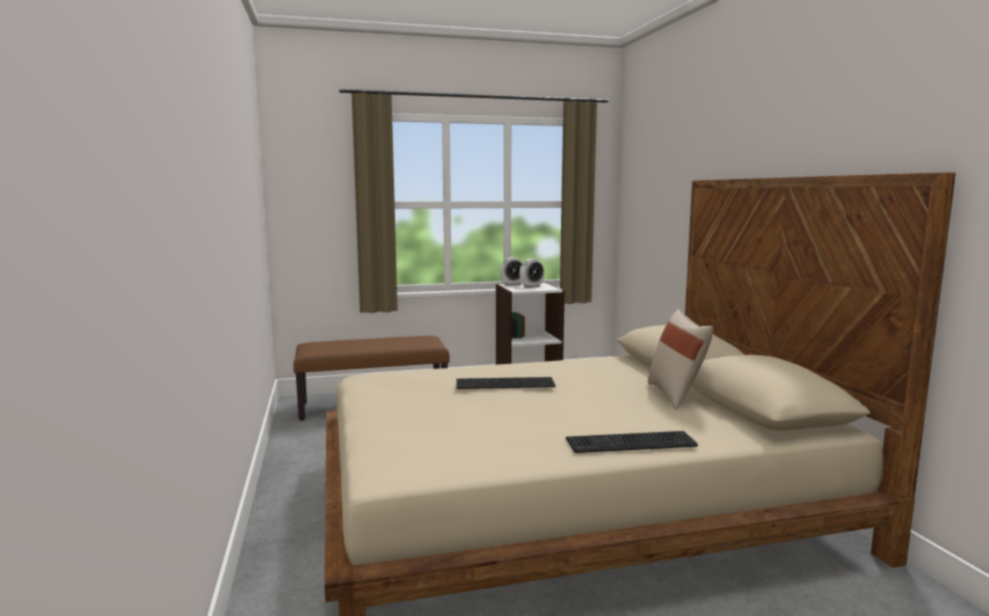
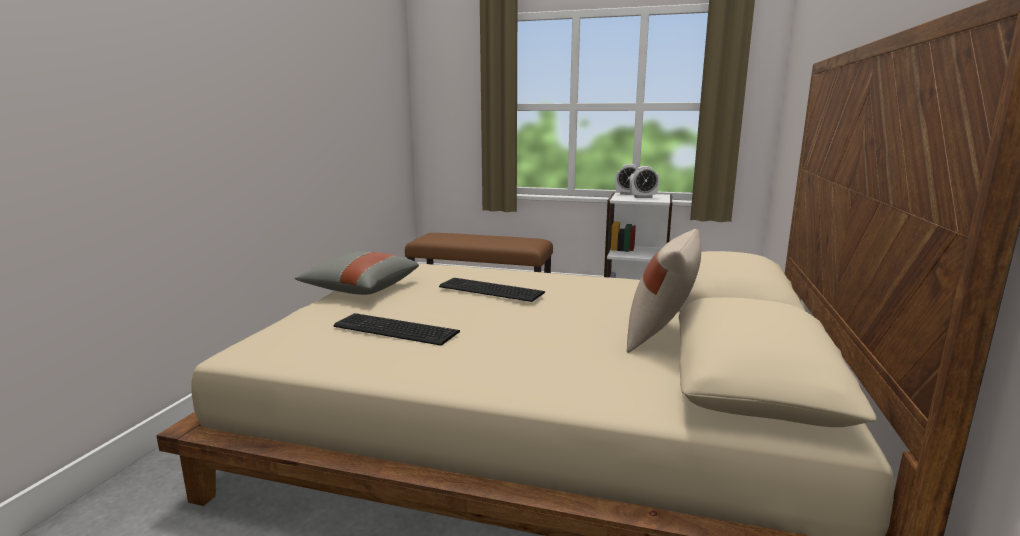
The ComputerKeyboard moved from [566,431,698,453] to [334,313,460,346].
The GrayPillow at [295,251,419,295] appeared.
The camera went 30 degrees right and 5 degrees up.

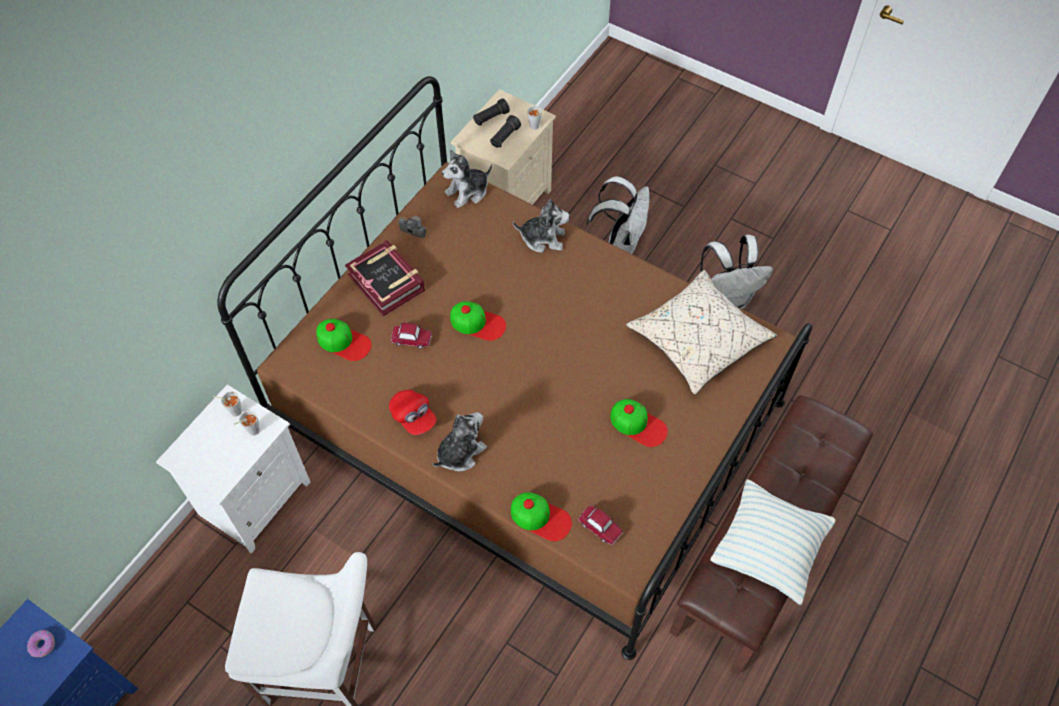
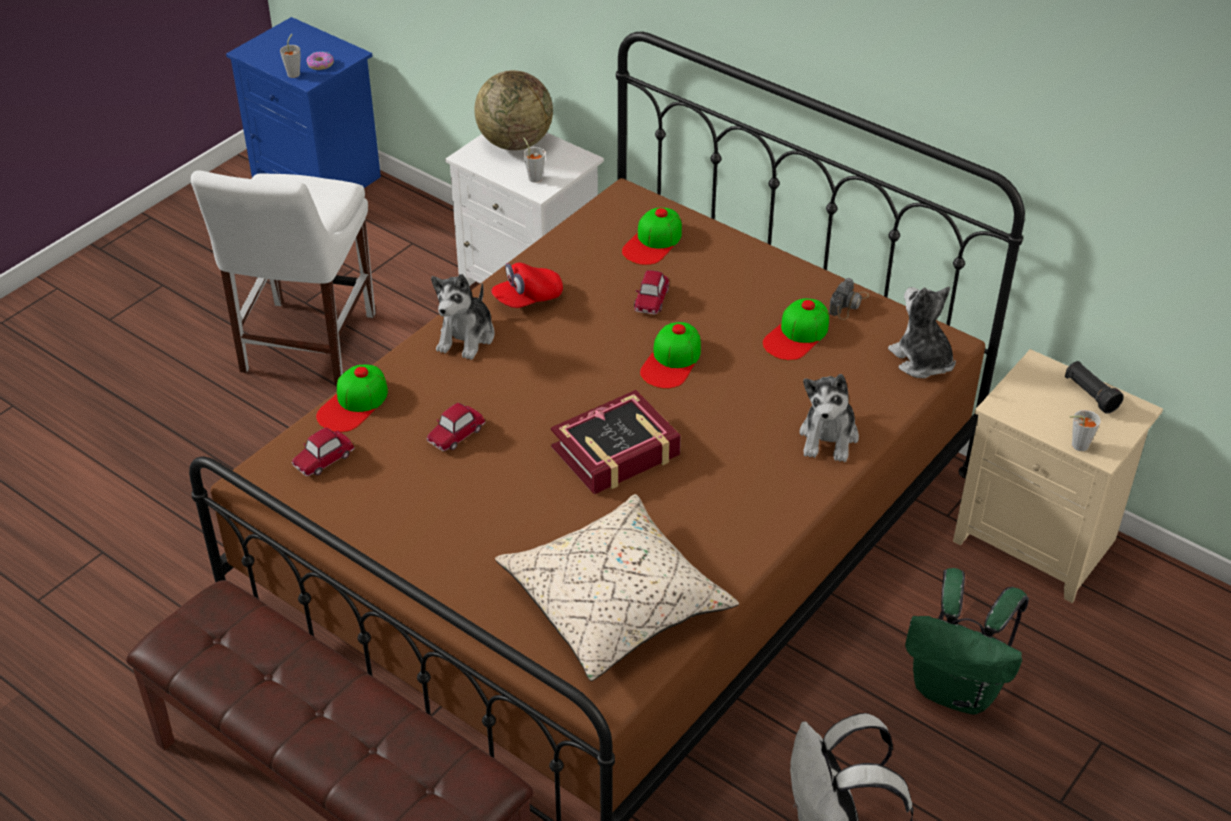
The BlackHandTorch at [490,115,521,148] disappeared.
The WhiteRucksack at [587,176,649,254] became the GreenRucksack at [905,568,1029,715].
The Book moved from [345,240,425,316] to [551,390,681,494].
The GrayCup moved from [213,391,242,417] to [280,34,300,78].
The PeakedCap moved from [610,399,668,447] to [763,299,829,360].
The PlushToy at [433,412,487,472] turned 60 degrees clockwise.
The Pillow at [710,479,836,605] disappeared.
The WorldGlobe at [474,70,553,150] appeared.
The ToyCar at [427,403,486,451] appeared.
The camera went 95 degrees right and 15 degrees down.

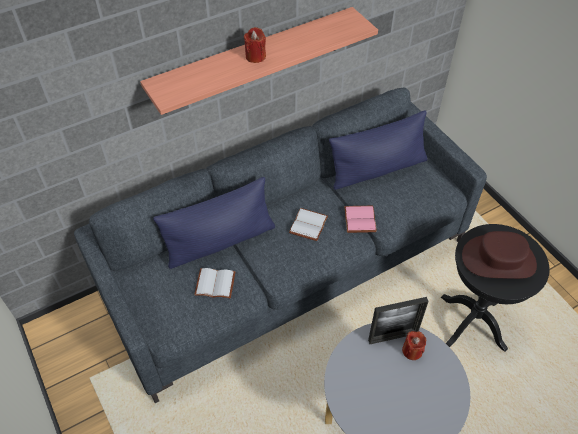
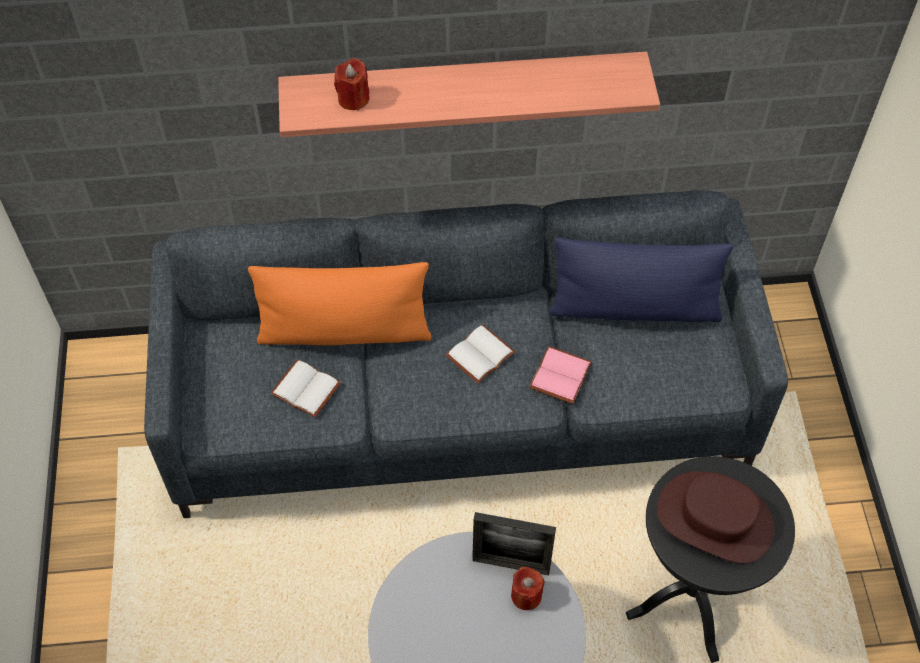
The RedColouredWaxLight moved from [244,27,266,63] to [334,58,369,111].
The BluishPillow at [153,177,275,269] became the OrangeyPillow at [248,262,432,345].
The camera went 25 degrees right and 5 degrees up.

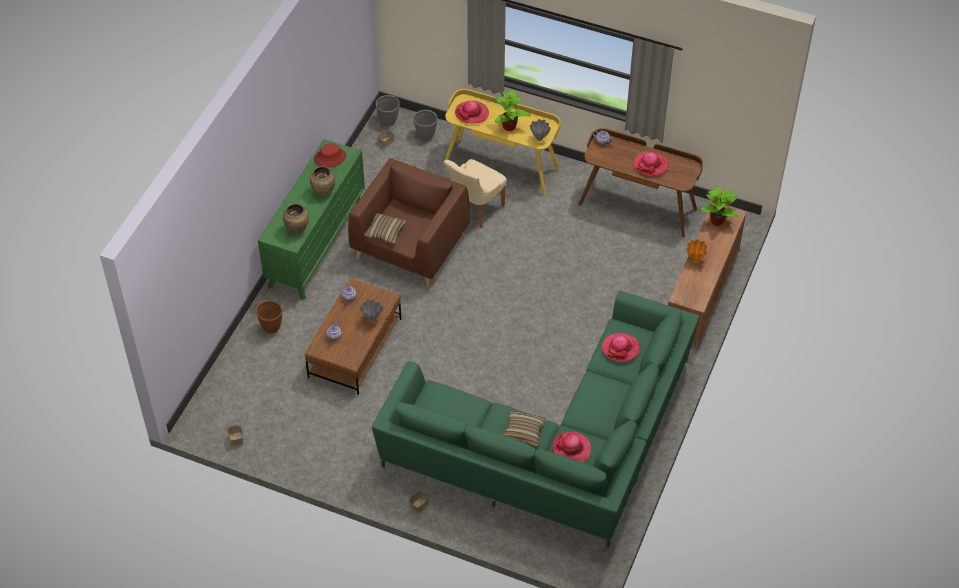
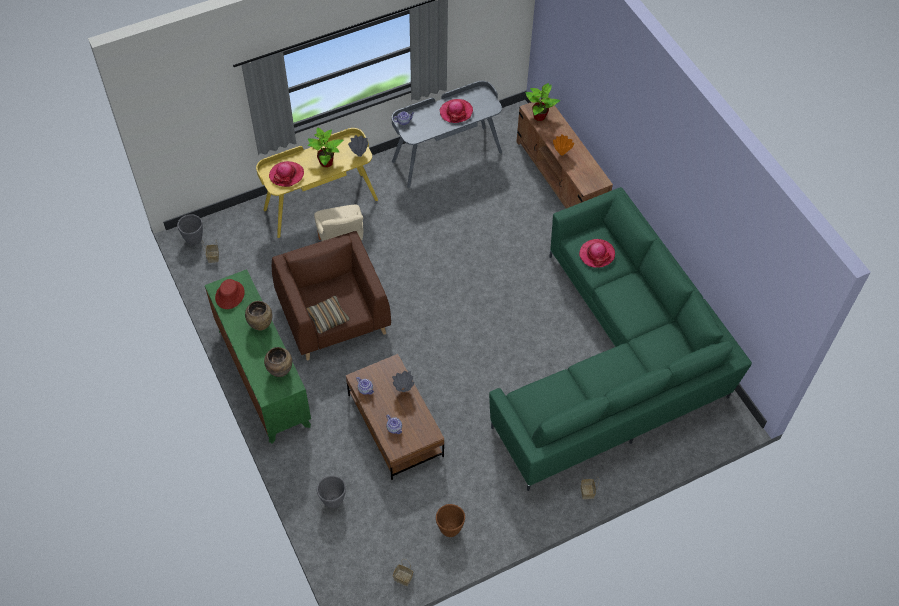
The GrayPlantPot moved from [413,110,438,141] to [317,475,346,508].
The BrownColouredDesk at [578,128,703,238] became the GrayDesk at [392,81,502,188].
The BrownColouredPlantPot moved from [256,300,282,333] to [436,504,465,537].
The Pillow at [503,410,546,447] disappeared.
The WearableHat at [552,431,591,462] disappeared.
The camera went 50 degrees left and 5 degrees up.

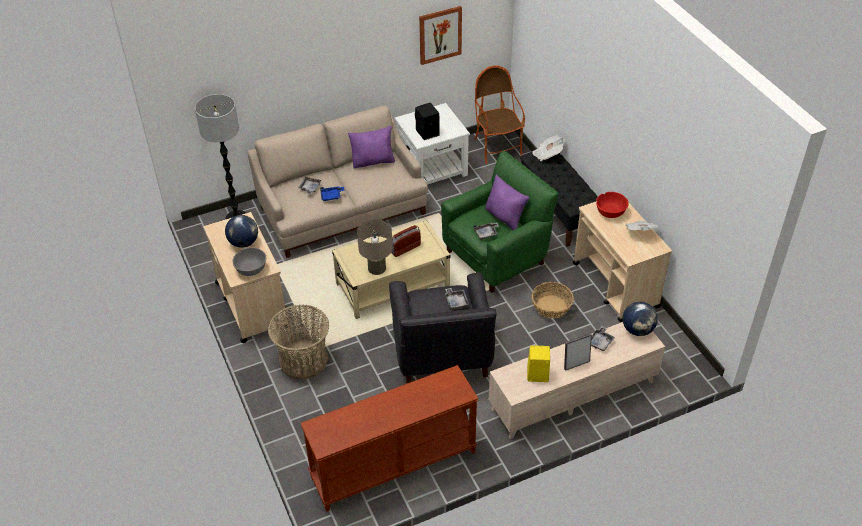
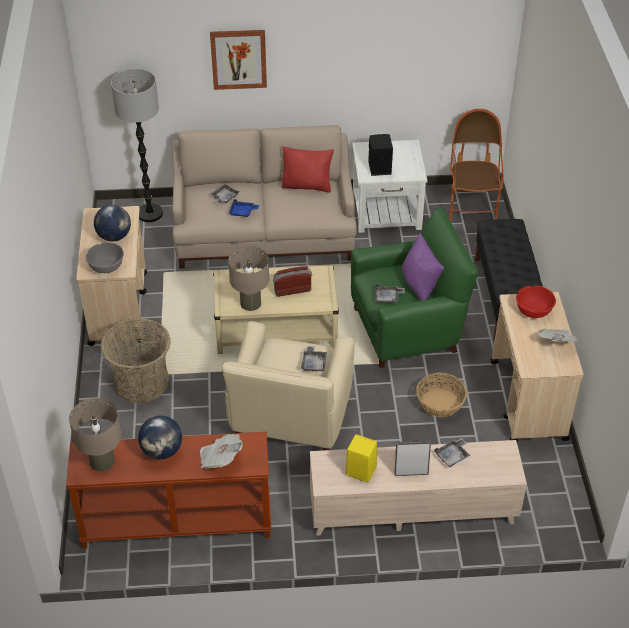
The WallPicture moved from [419,6,462,65] to [210,30,267,90].
The PurplishPillow at [348,125,395,169] became the RedColouredPillow at [282,146,334,193].
The PrintedPaper moved from [532,135,565,161] to [200,434,243,469].
The BlackEasyChair at [389,272,496,383] became the BeigeColouredEasyChair at [222,321,355,450].
The WorldGlobe moved from [623,302,658,336] to [138,416,182,459].
The BeigeColouredLampForATable at [69,398,121,472] appeared.
The camera went 20 degrees right and 0 degrees up.

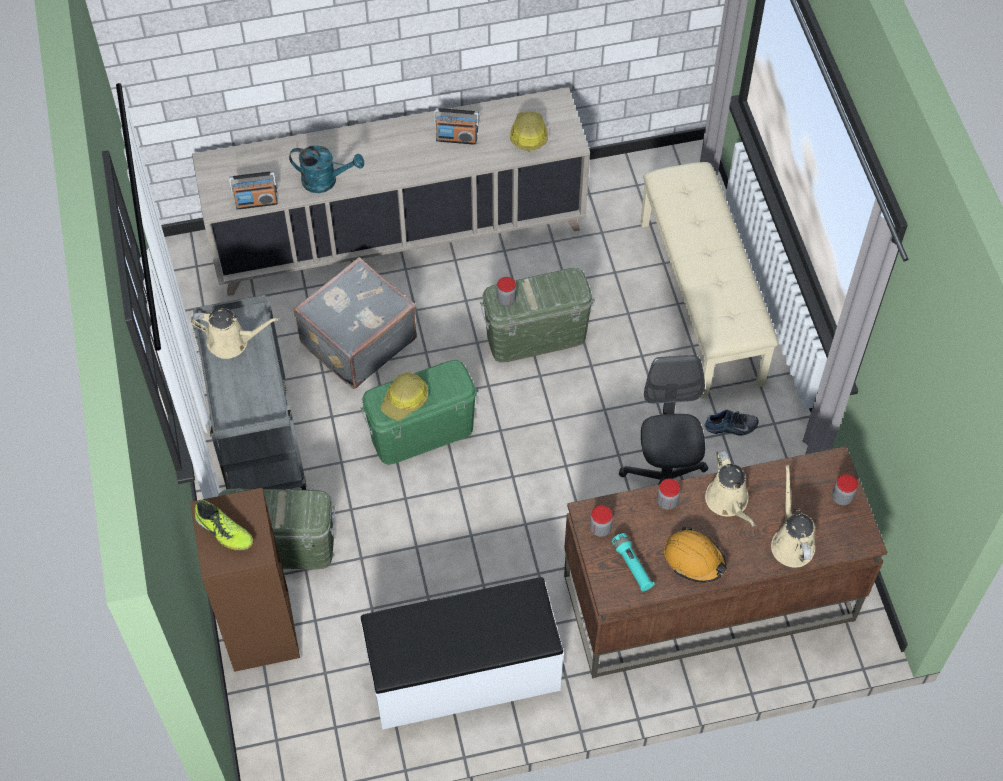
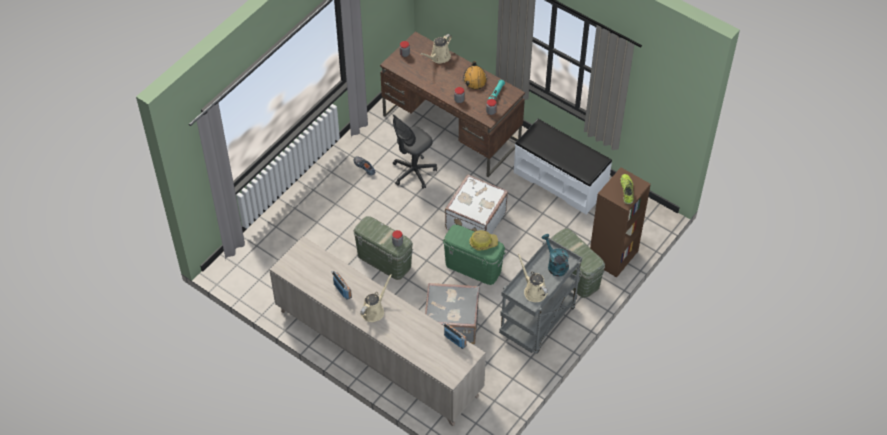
The HardHat at [510,111,548,151] disappeared.
The TurquoiseWateringCan moved from [289,145,364,193] to [542,234,569,277].
The BeigeColouredLongSeat at [640,162,778,399] disappeared.
The BeigeColouredWateringCan moved from [705,450,755,527] to [360,274,392,322].
The WhitePieceOfLuggage at [445,174,508,234] appeared.
The camera went 130 degrees left and 5 degrees down.

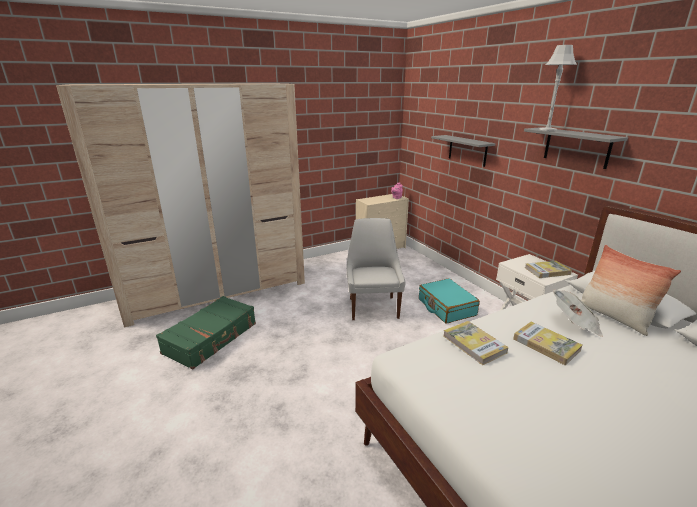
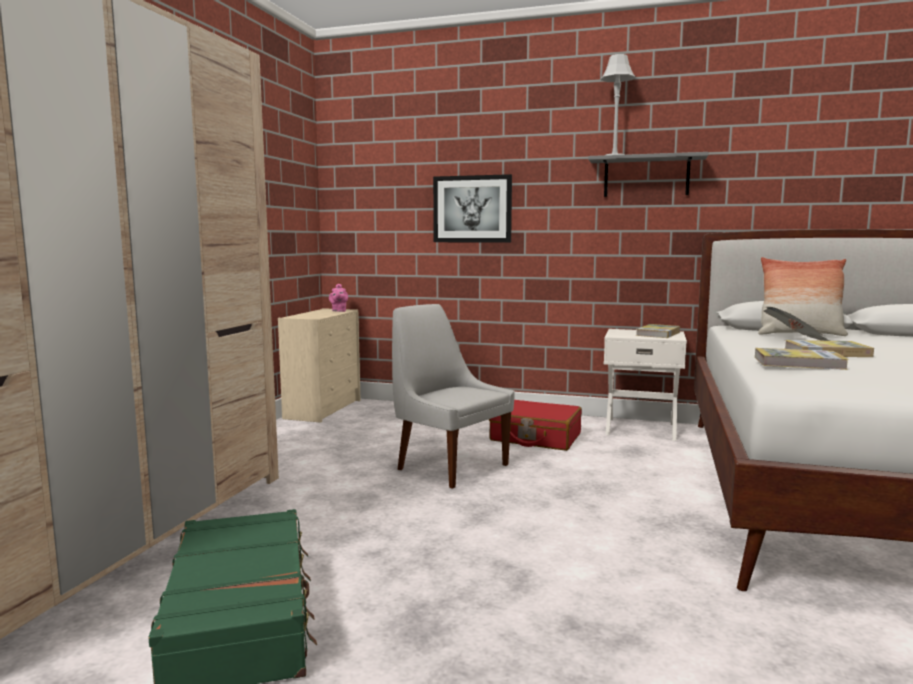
The GrayShelf at [431,135,496,167] was replaced by the WallPicture at [433,174,512,242].
The TurquoisePieceOfLuggage at [419,278,480,324] became the RedColouredPieceOfLuggage at [489,400,582,451].
The camera went 45 degrees left and 15 degrees down.

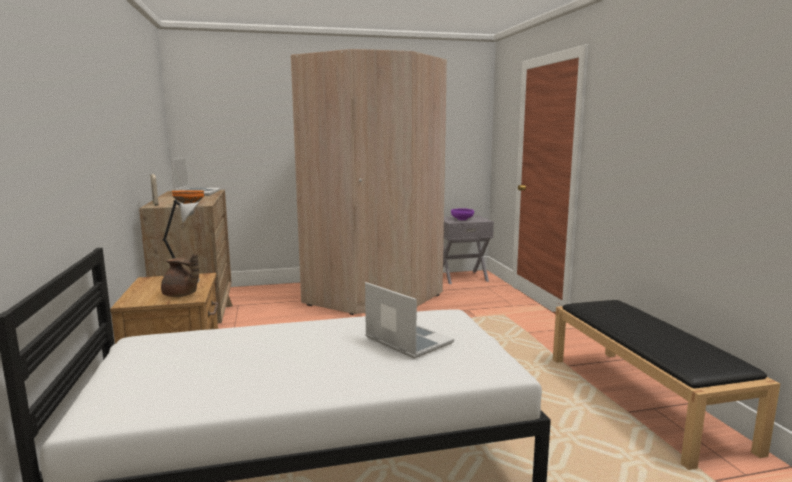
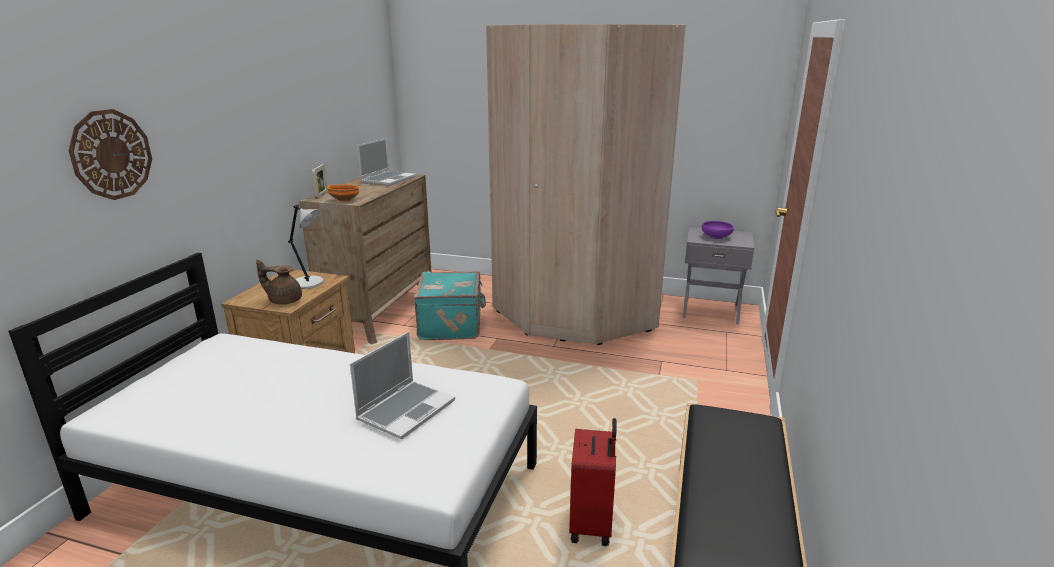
The BrownColouredPotForTea at [161,253,199,297] turned 135 degrees clockwise.
The NotebookComputer at [365,282,454,359] turned 45 degrees clockwise.
The WallClock at [68,109,152,200] appeared.
The TurquoisePieceOfLuggage at [414,271,486,340] appeared.
The RedColouredPieceOfLuggage at [569,418,616,546] appeared.
The camera went 30 degrees right and 10 degrees up.

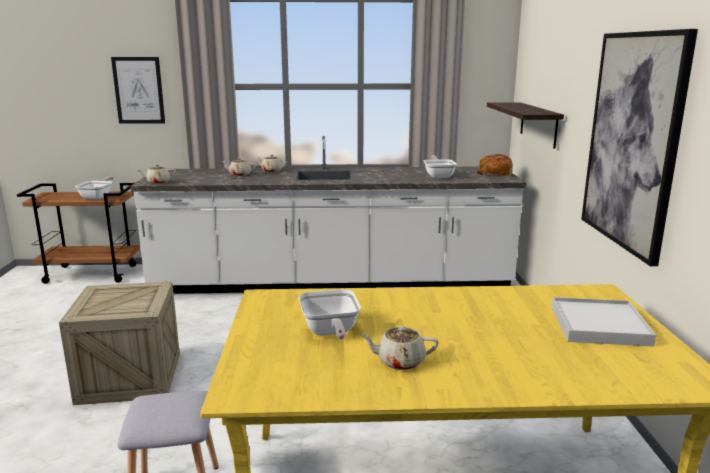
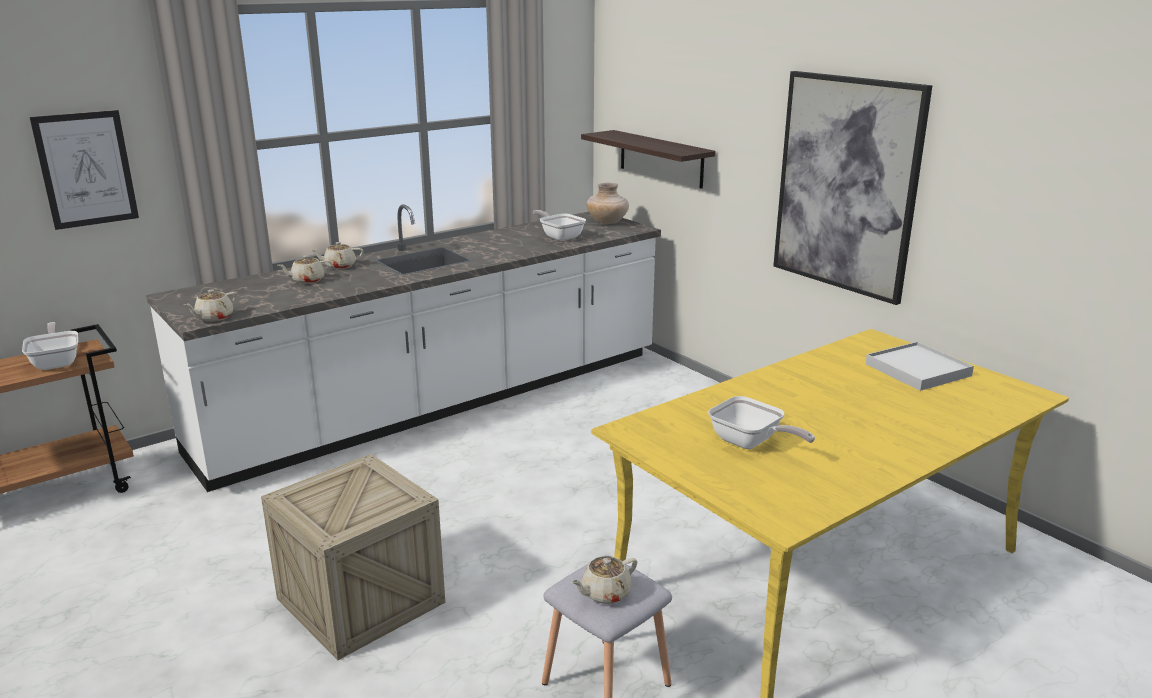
The Bread at [474,154,513,176] was replaced by the BeigeColouredDecorativeVase at [587,183,629,224].
The BeigeColouredPotForTea moved from [361,326,438,370] to [571,556,637,604].
The camera went 35 degrees left and 5 degrees up.

